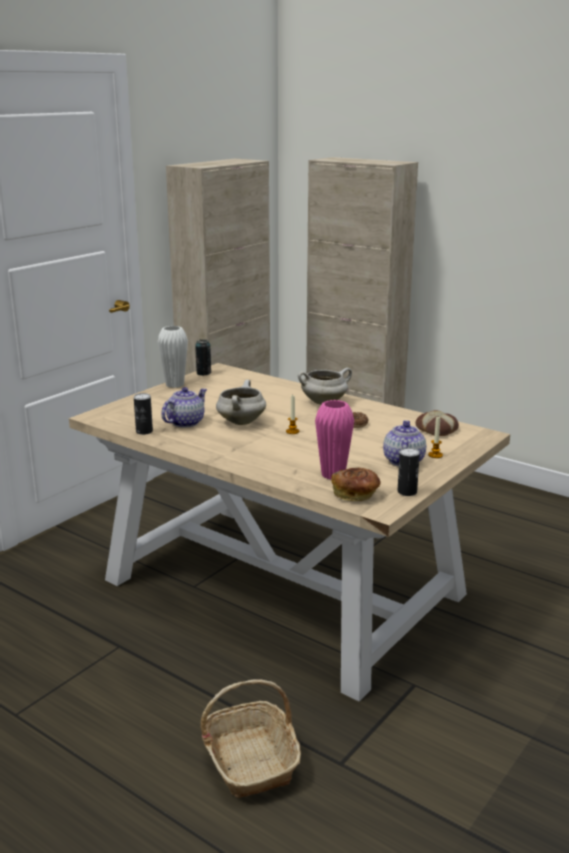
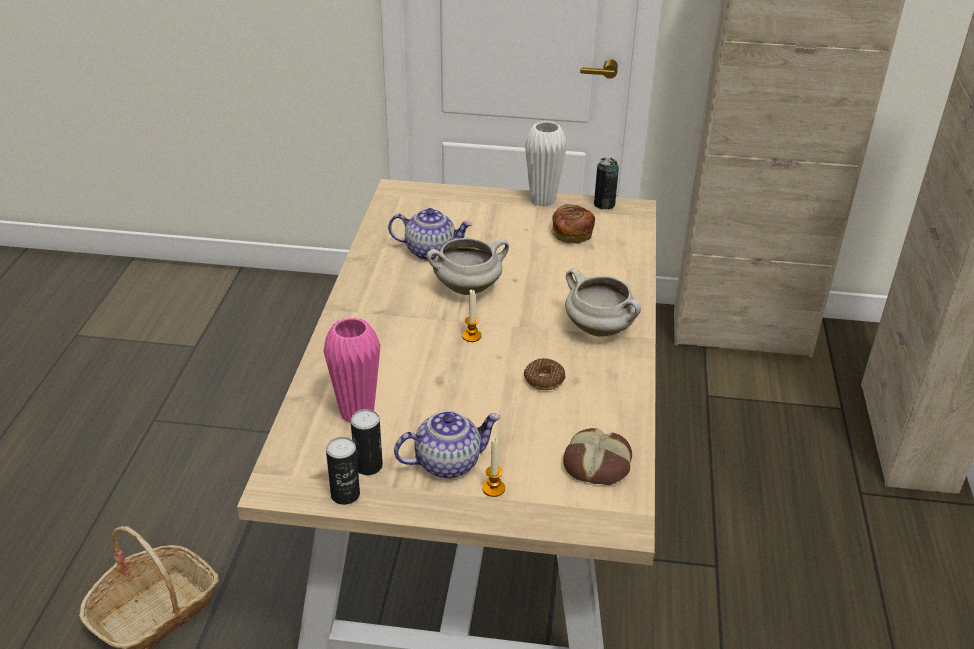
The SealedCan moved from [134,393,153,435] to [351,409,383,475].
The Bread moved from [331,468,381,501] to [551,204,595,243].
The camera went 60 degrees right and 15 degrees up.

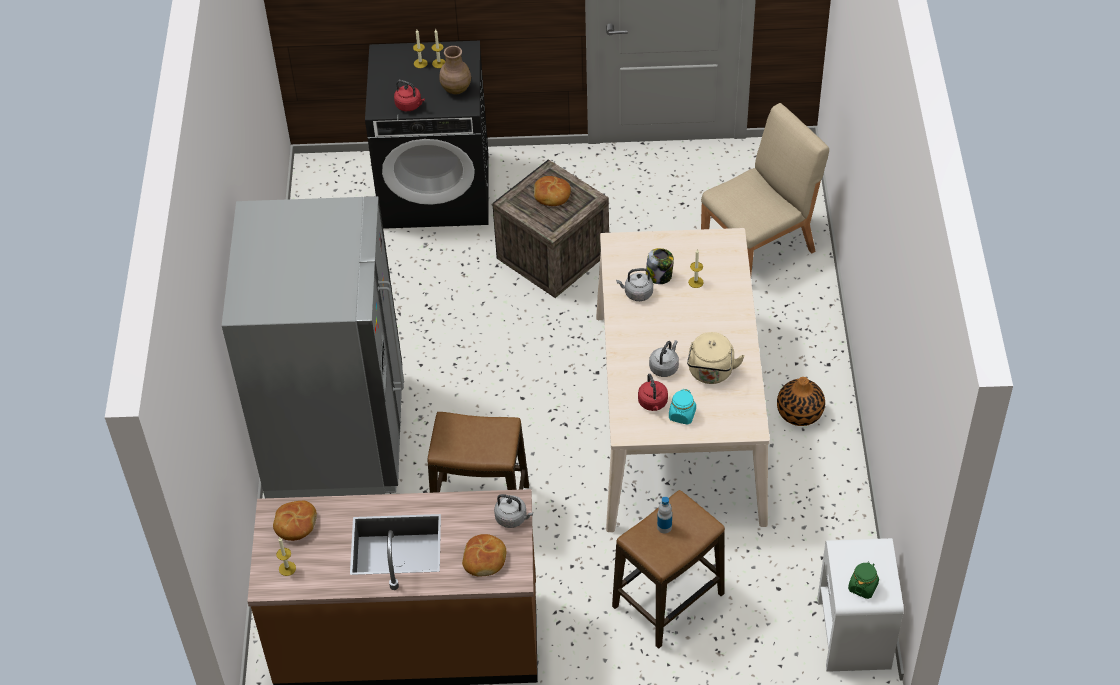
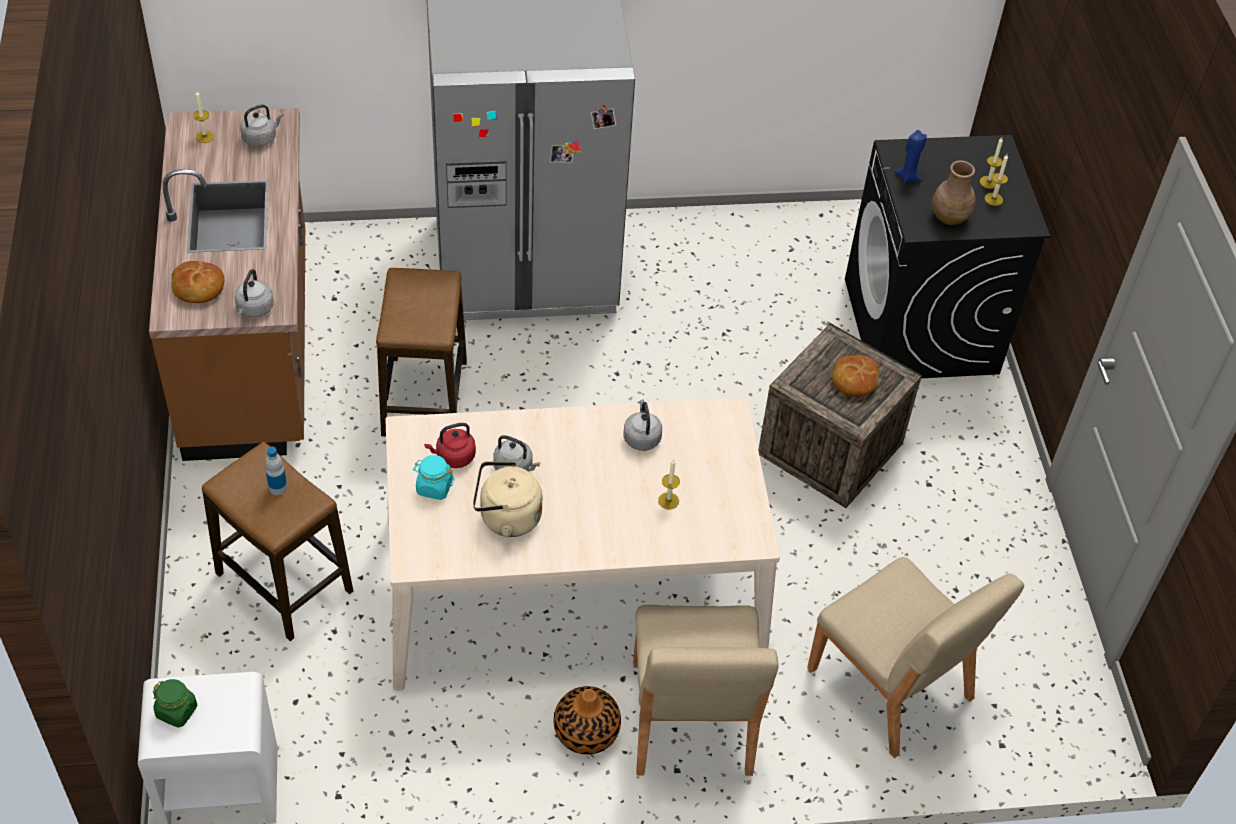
The RedColouredWaterKettle at [394,80,425,111] was replaced by the BluishWaxLight at [895,130,927,183].
The PreserveJar at [646,248,674,284] disappeared.
The Bread at [273,501,317,541] was replaced by the GrayWaterKettle at [240,104,283,146].
The BeigeColouredUprightChair at [633,605,779,776] appeared.
The camera went 80 degrees right and 0 degrees up.

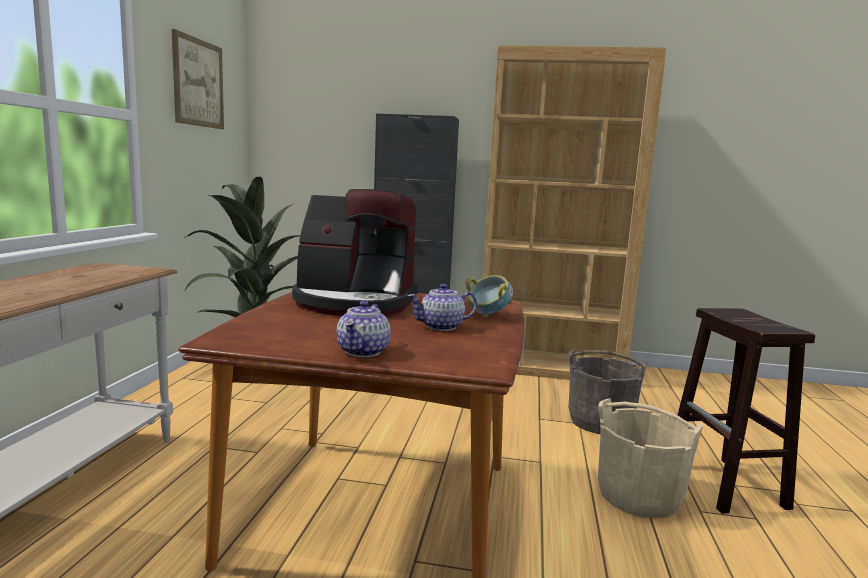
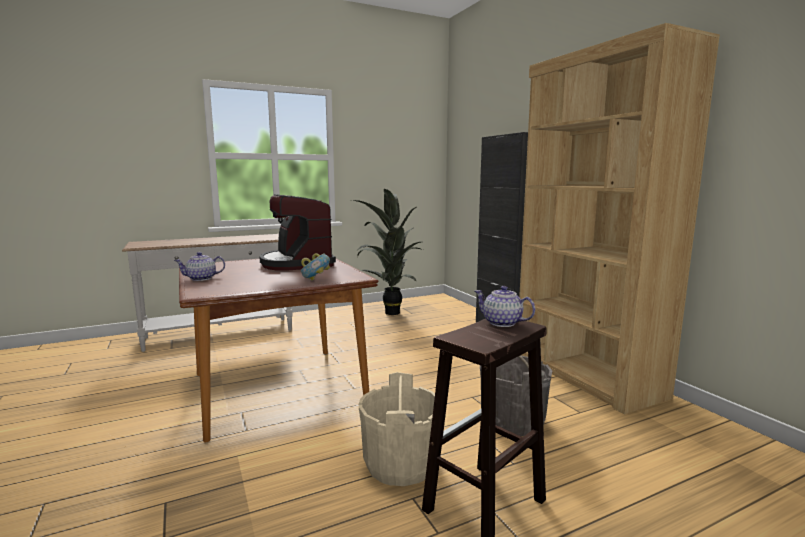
The WallPicture at [172,29,224,129] disappeared.
The PotForTea moved from [407,284,477,331] to [474,286,535,327].
The camera went 55 degrees right and 0 degrees up.

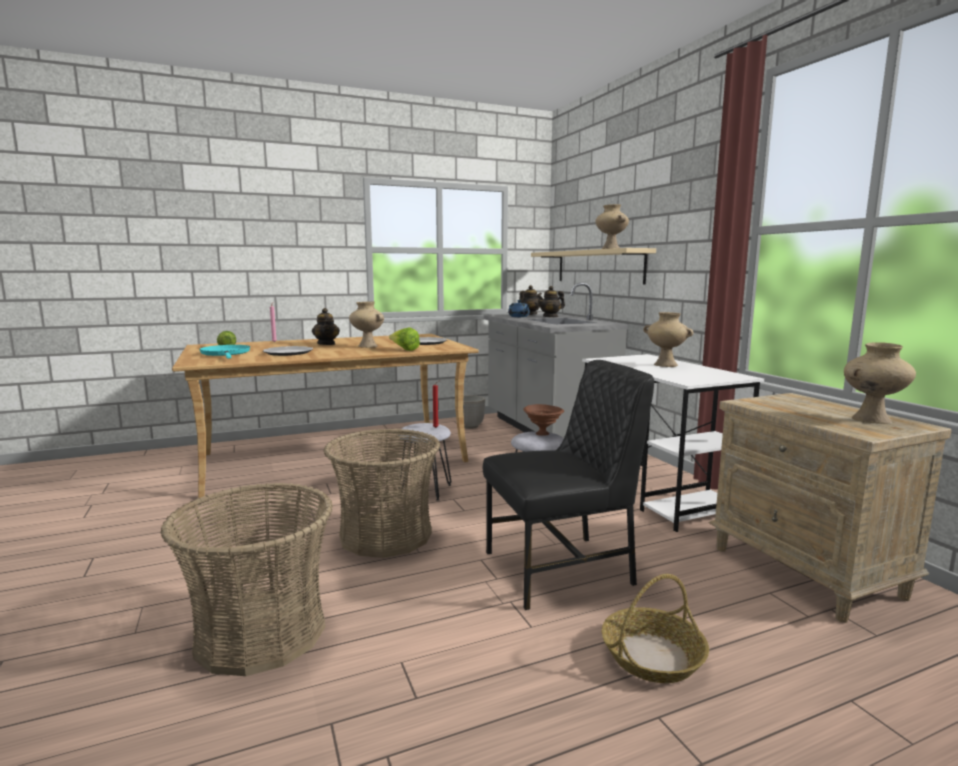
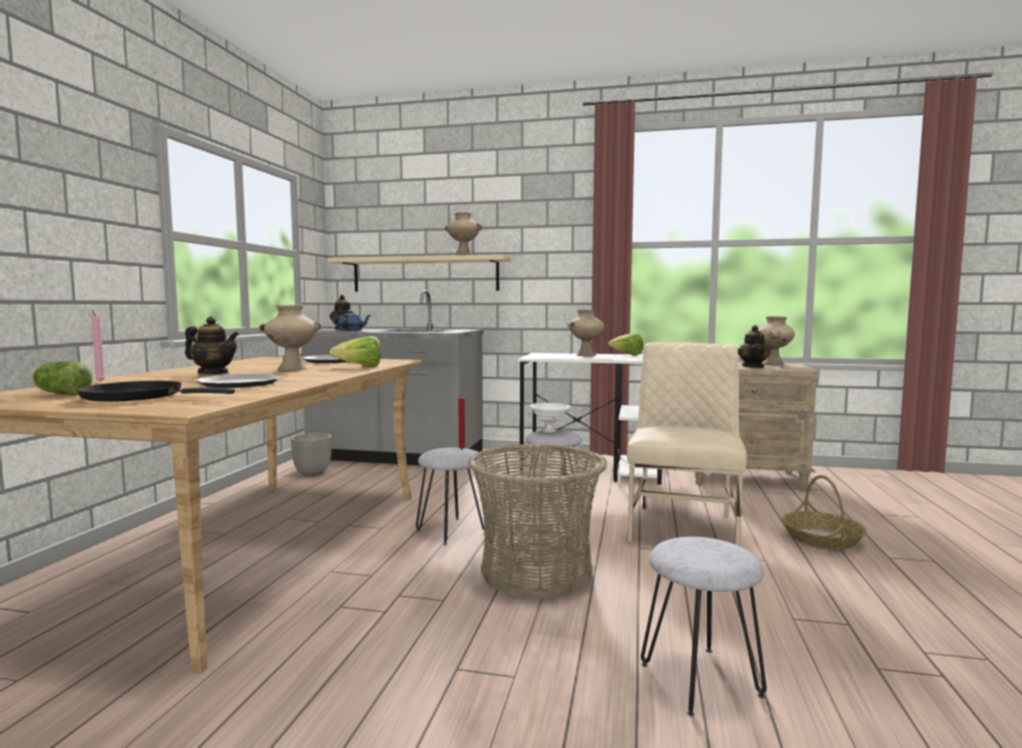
The PotForTea moved from [537,286,565,317] to [738,325,770,368].
The TurquoiseSkillet at [199,345,250,359] became the BlackSkillet at [77,381,235,402].
The BlackUprightChair at [483,360,654,610] became the BeigeColouredUprightChair at [627,342,747,546].
The BrownColouredServingBowl at [523,404,564,436] became the WhiteServingBowl at [530,403,570,432].
The HouseholdBasket at [160,483,333,676] was replaced by the GrayStool at [641,537,767,717].
The LettuceHead at [608,333,643,356] appeared.
The camera went 55 degrees left and 5 degrees down.

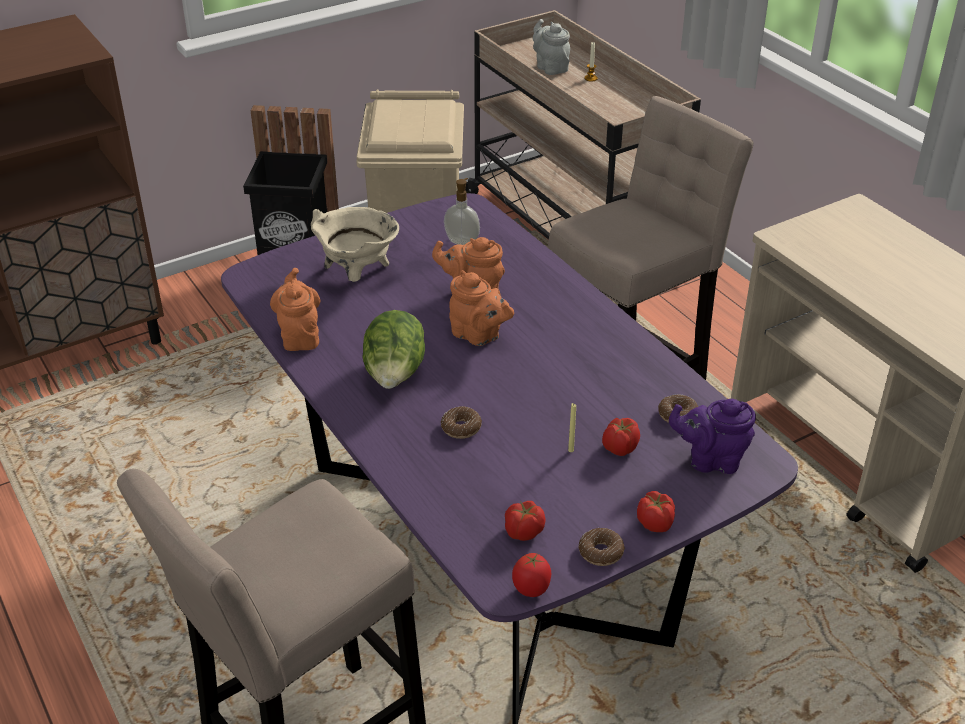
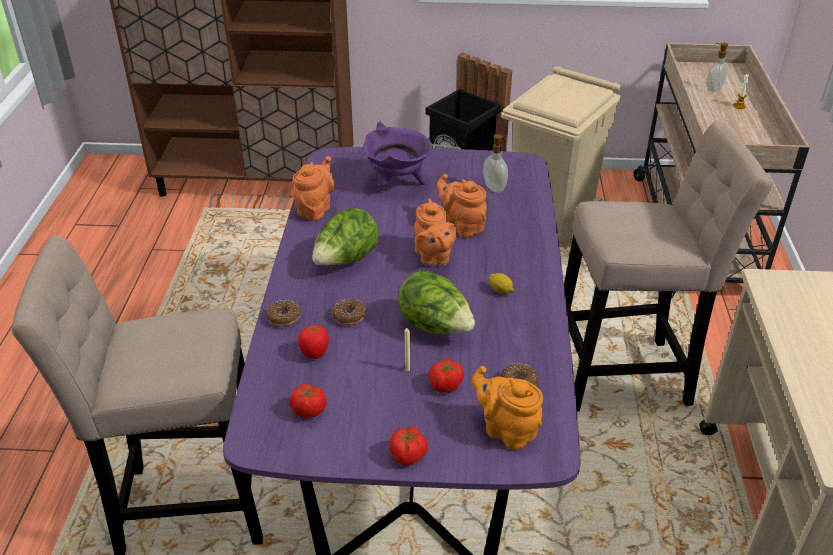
The GrayPotForTea at [533,19,570,75] was replaced by the SoapDispenser at [707,43,728,92].
The BeigeColouredCookingPot at [311,207,399,282] became the PurplishCookingPot at [363,122,433,185].
The PurplishPotForTea at [669,399,756,474] became the OrangeyPotForTea at [472,366,543,450].
The Doughnut moved from [579,528,625,566] to [266,300,301,327].
The WholeTomato moved from [512,553,551,597] to [298,325,329,359].
The LettuceHead at [398,270,475,334] appeared.
The Lemon at [489,273,514,294] appeared.
The camera went 35 degrees right and 0 degrees up.

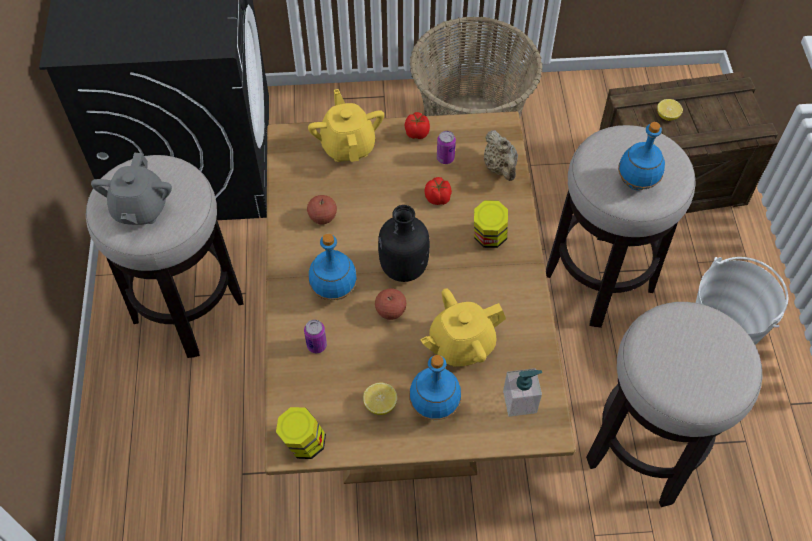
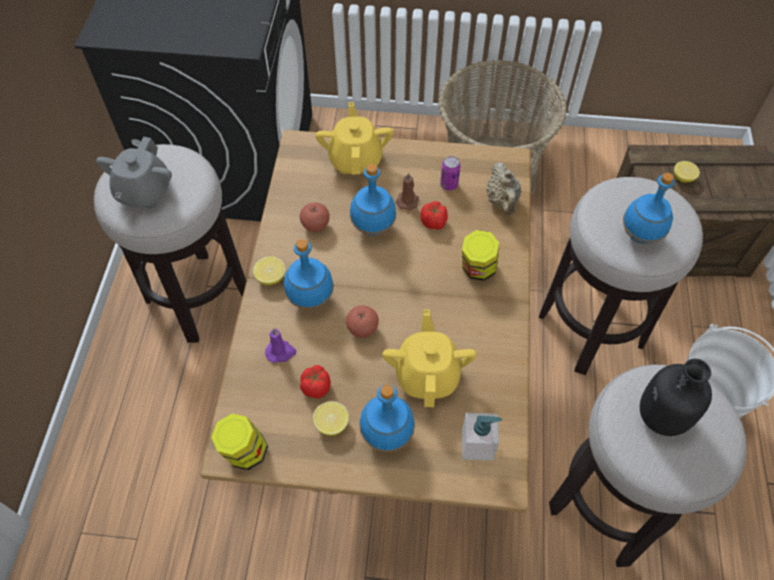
The WholeTomato moved from [405,112,430,139] to [300,365,331,398].
The BlackDrinkBottle moved from [378,205,430,282] to [640,359,712,436].
The YellowishPotForTea at [420,288,506,367] turned 105 degrees clockwise.
The SealedCan at [304,320,327,353] was replaced by the PurplishWaxLight at [265,328,297,363].
The BluishDrinkBottle at [350,164,396,236] appeared.
The BrownColouredWaxLight at [395,172,419,210] appeared.
The Lemon at [253,256,285,286] appeared.
The camera went 10 degrees right and 0 degrees up.

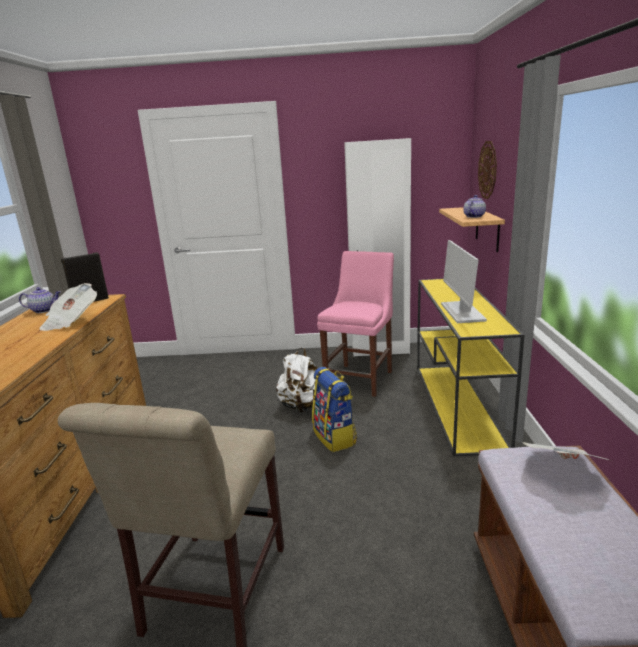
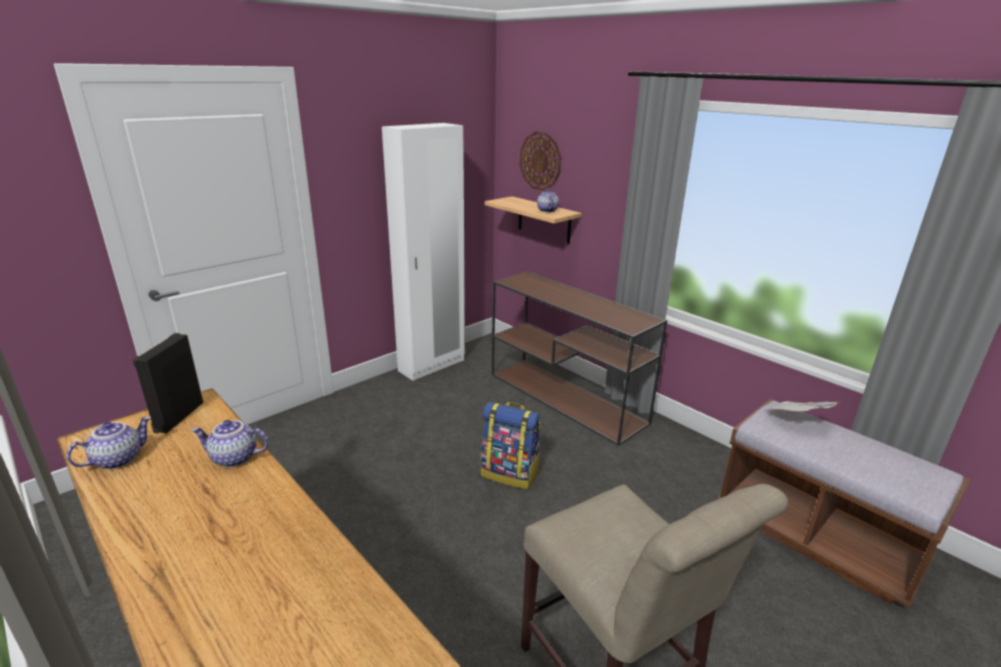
The ComputerScreen at [441,240,487,323] disappeared.
The PinkishUprightChair at [317,251,394,397] disappeared.
The YellowishNarrowTable at [417,278,524,457] became the BrownColouredNarrowTable at [492,271,667,446].
The PrintedPaper at [39,283,97,331] was replaced by the PotForTea at [191,420,269,468].
The WhiteRucksack at [276,348,318,413] disappeared.
The camera went 45 degrees left and 5 degrees up.

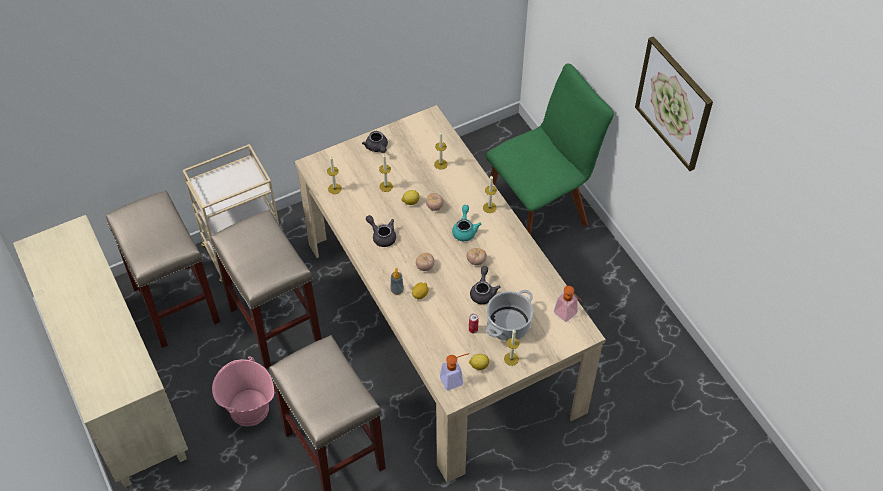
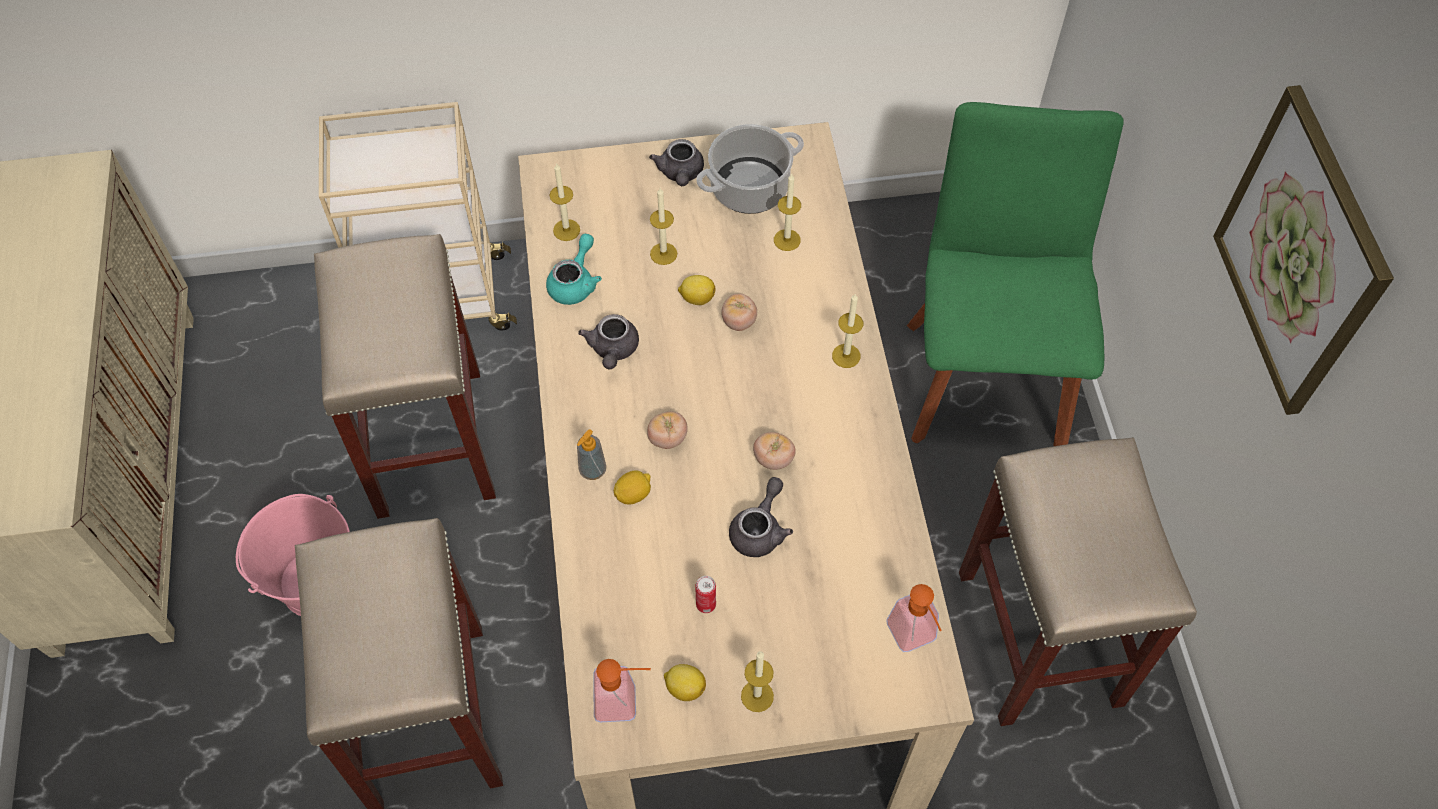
The GreenUprightChair at [485,63,614,235] turned 75 degrees counterclockwise.
The BeigeColouredStool moved from [106,190,220,348] to [959,437,1197,726].
The TurquoisePotForTea moved from [452,205,481,241] to [546,234,602,305].
The GrayPotForTea at [366,215,396,247] turned 150 degrees counterclockwise.
The CookingPot moved from [486,290,534,341] to [696,124,804,214].
The camera went 20 degrees right and 5 degrees up.

